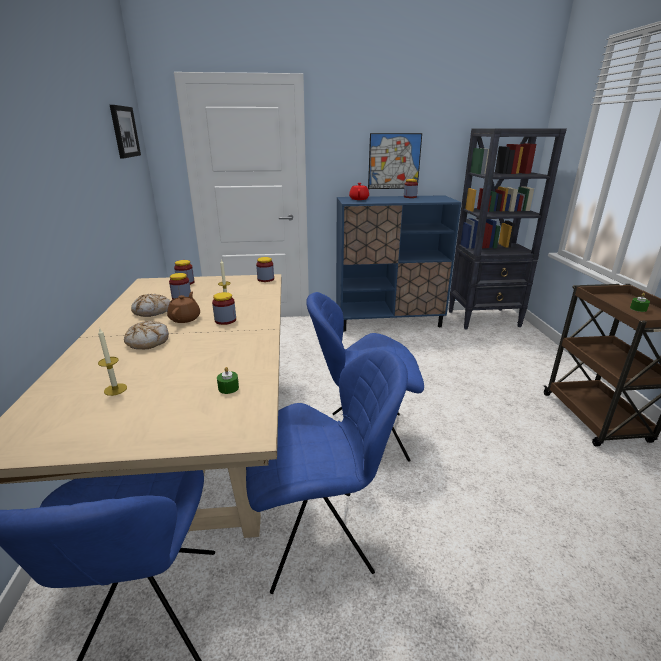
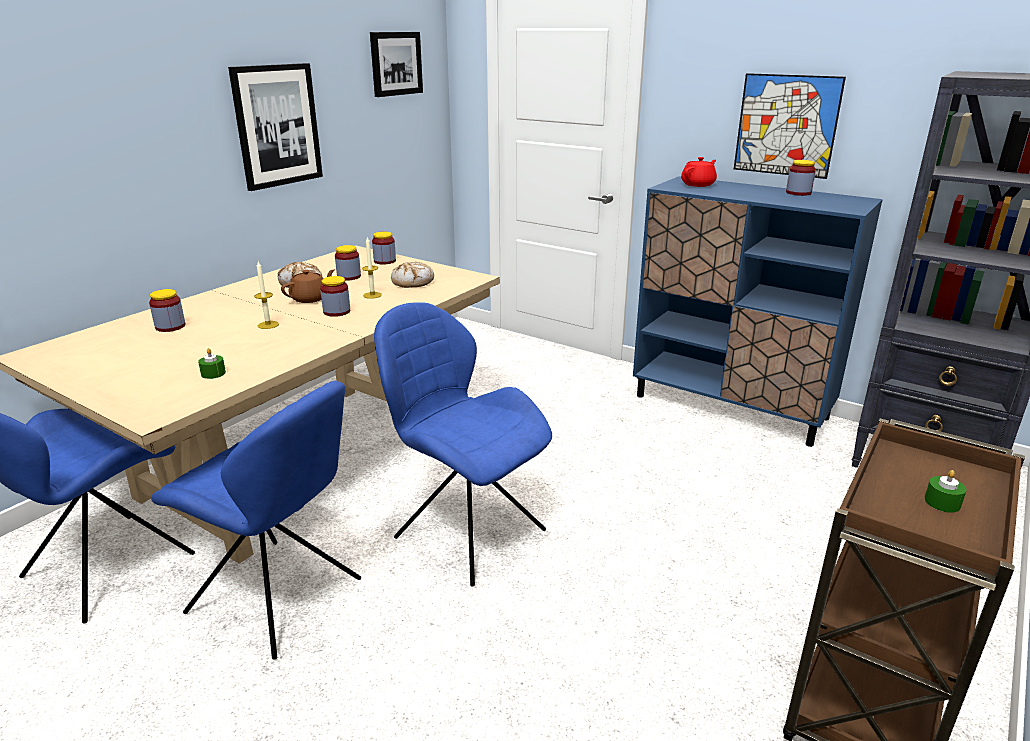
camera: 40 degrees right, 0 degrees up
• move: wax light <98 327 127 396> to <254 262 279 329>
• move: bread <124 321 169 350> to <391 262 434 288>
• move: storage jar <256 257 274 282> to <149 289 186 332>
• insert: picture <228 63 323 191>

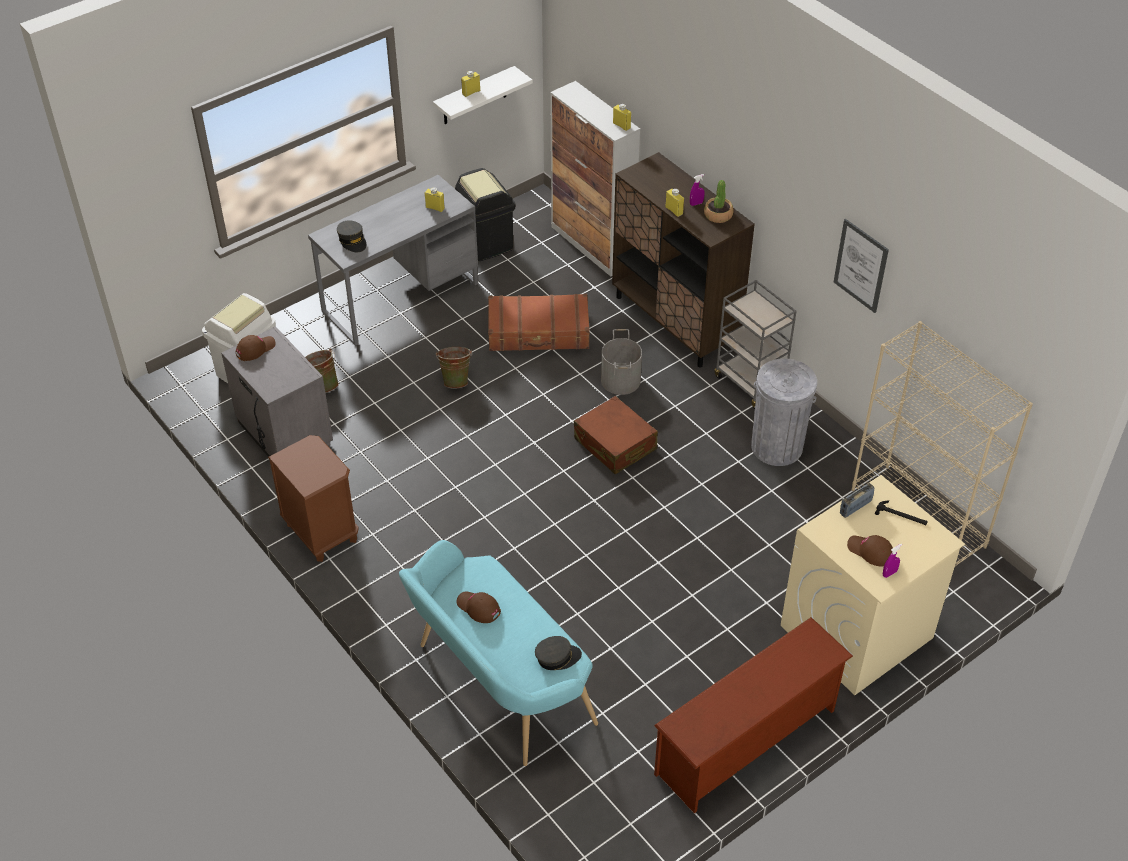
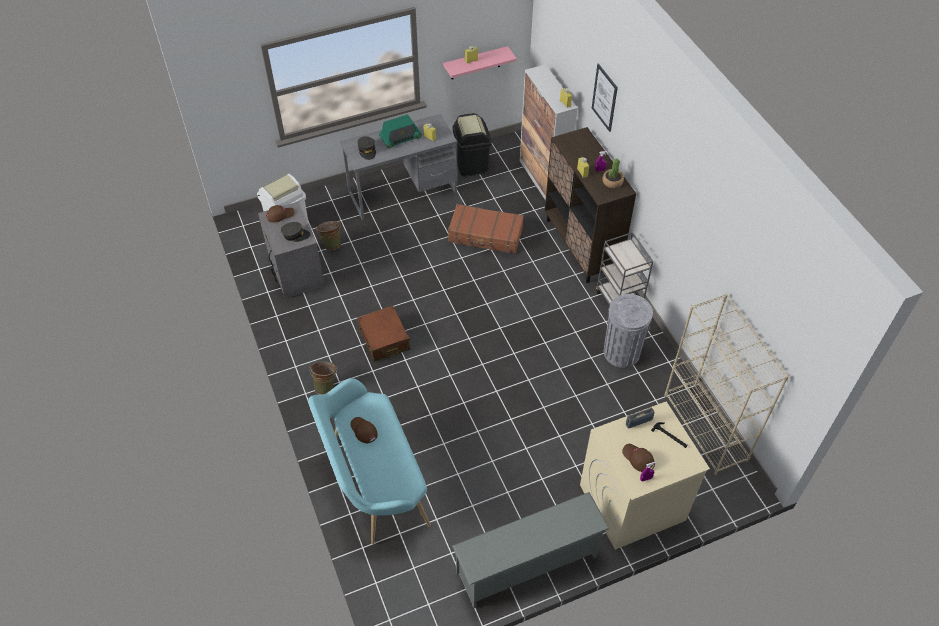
camera: 15 degrees right, 5 degrees up
• delete: brownish bedside table <268 435 359 562>
• recolor: whitish bracket shelf <433 66 533 124> to pinkish bracket shelf <443 46 517 79>
• move: green water bucket <436 347 472 389> to <309 361 337 394>
• move: grey cap <535 636 582 670> to <281 222 310 242>
• move: brownish piece of luggage <574 396 658 474> to <357 305 411 362>
• delete: grey water bucket <601 329 642 395>
• recolor: brownish shoe stand <654 617 853 813> to grey shoe stand <452 492 610 608>
• move: picture <834 219 889 313> to <592 64 618 132>
• insert: radio receiver <379 114 422 148>

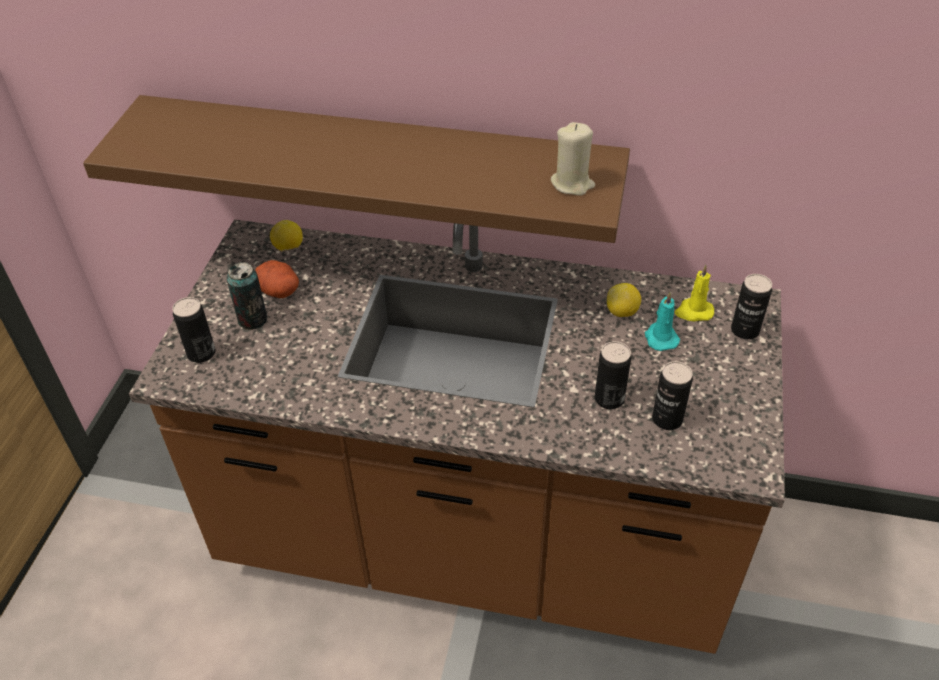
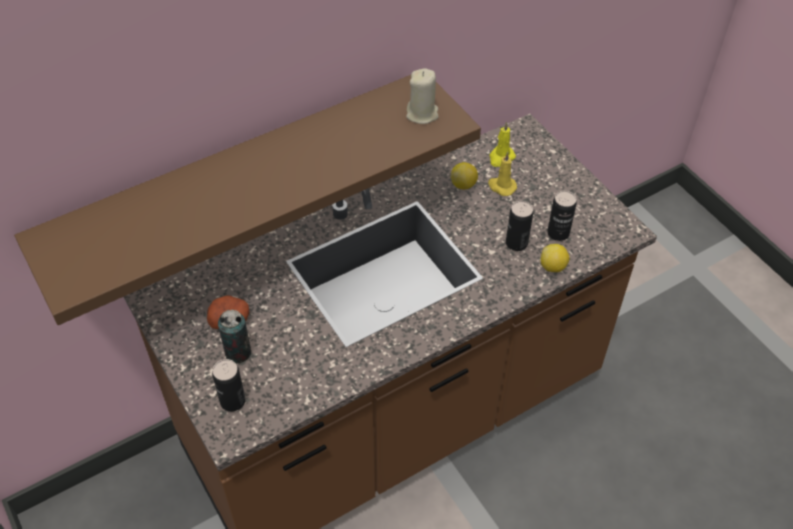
camera: 45 degrees left, 5 degrees up
• move: whole lemon <270 220 303 251> to <541 244 569 272>
• recolor: turquoise wax light <645 292 680 351> to yellowish wax light <488 152 517 196>
• delete: sealed can <731 274 772 339>

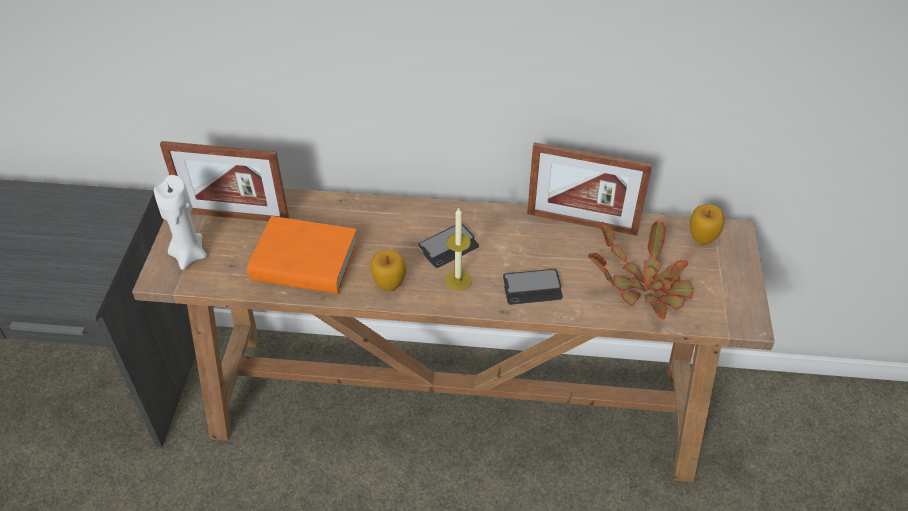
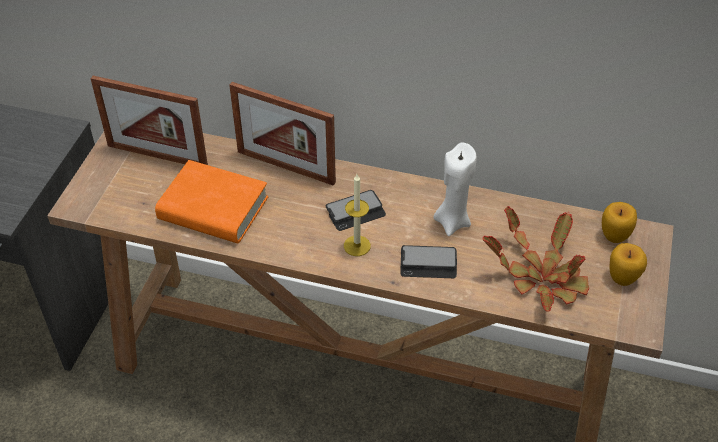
camera: 10 degrees right, 0 degrees up
• move: whitish wax light <154 175 207 270> to <433 143 476 236>
• move: whole apple <371 249 406 292> to <609 243 647 286>
• move: standing frame <527 142 652 236> to <229 82 336 186>

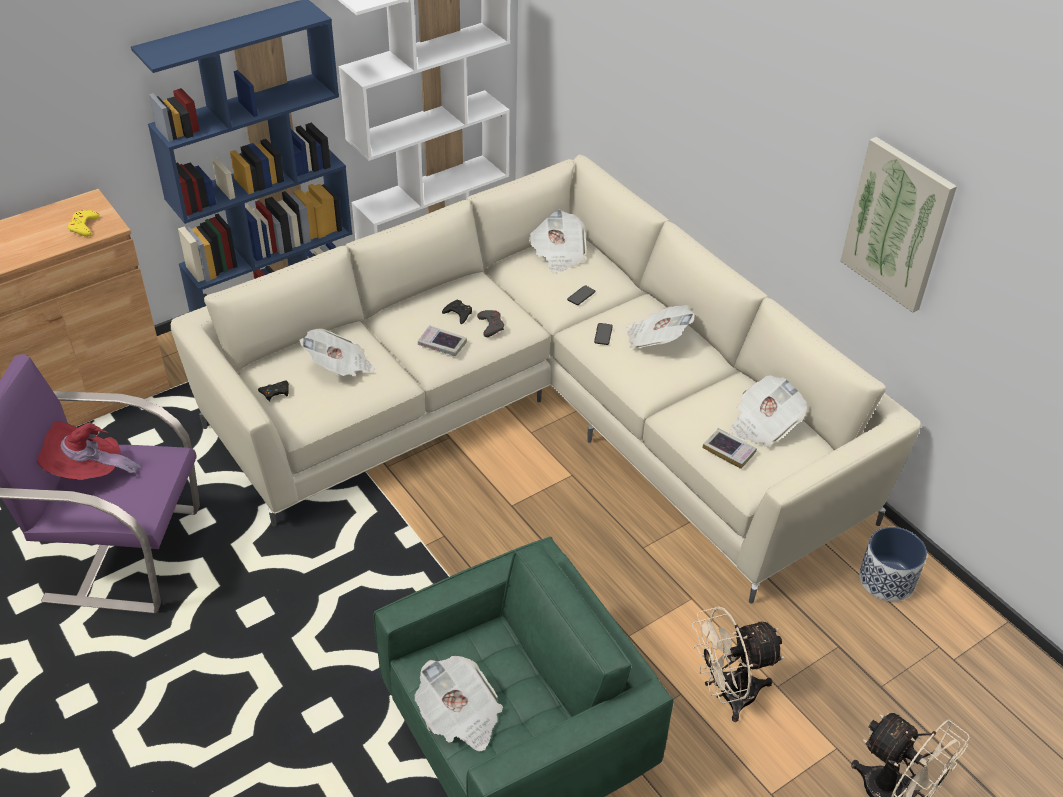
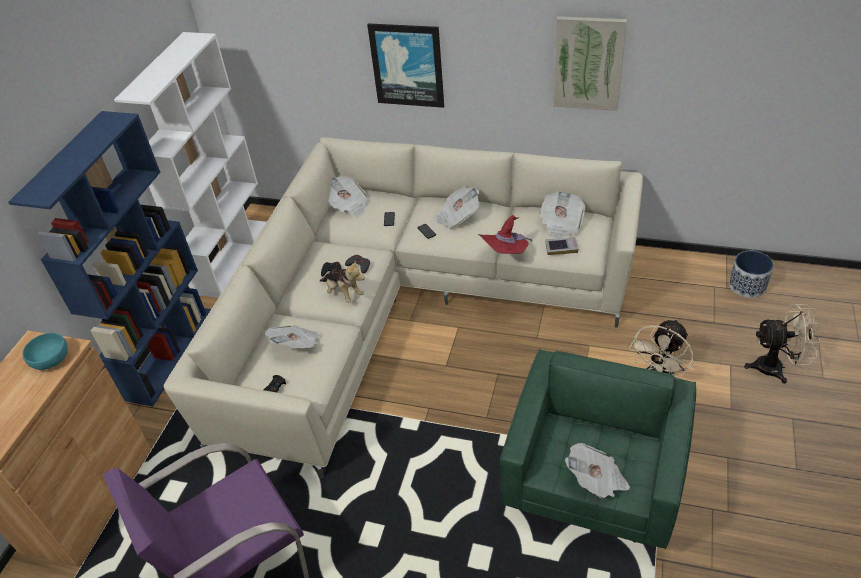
camera: 35 degrees left, 0 degrees up
• move: red-coloured wearable hat <37 421 141 480> to <478 215 533 254>
• replace: yellowish gamepad <68 210 99 237> to turquoise deep dish <22 333 68 370>
• replace: bound book <418 325 467 356> to soft toy <320 261 365 303>
• move: planter <859 527 927 601> to <729 251 774 298>
• insert: picture <367 23 444 108>

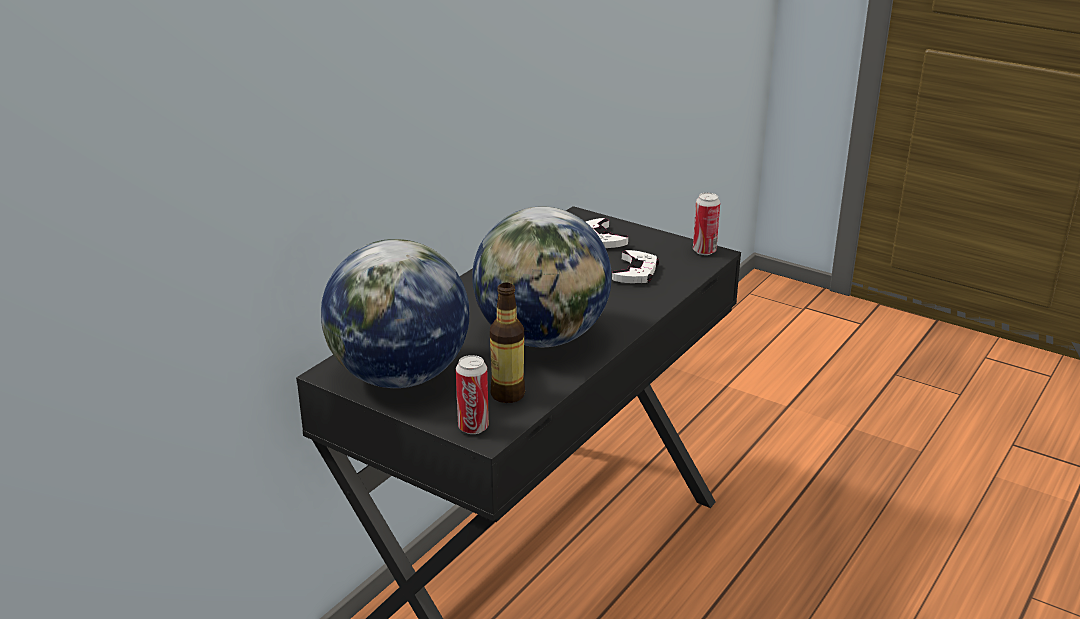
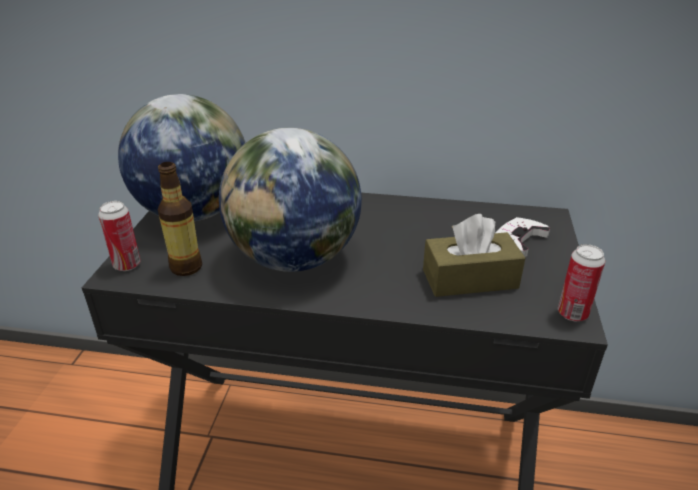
camera: 65 degrees right, 5 degrees up
• replace: whitish gamepad <612 250 659 283> to brownish tissue box <423 214 525 297>

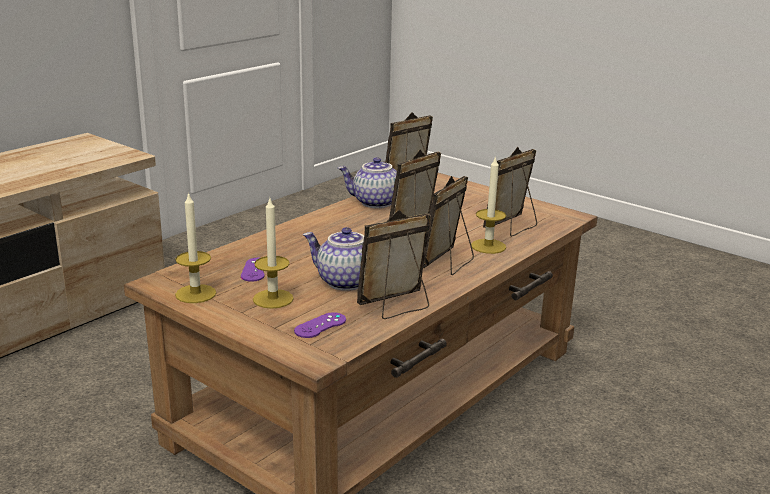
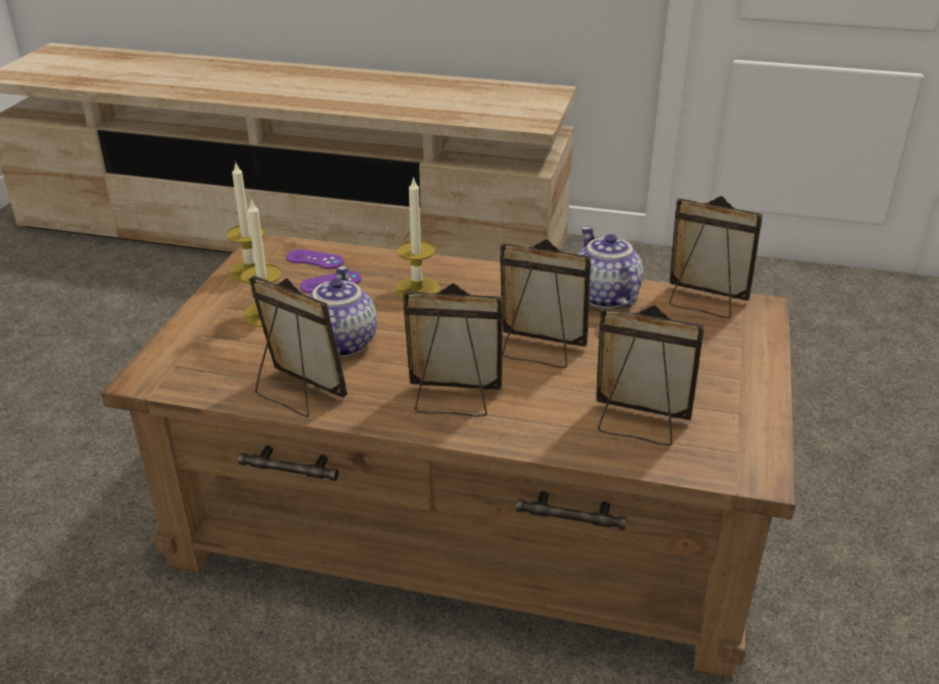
camera: 65 degrees right, 10 degrees up
• move: purple gamepad <294 312 346 338> to <286 249 344 269>
• move: wax light <471 156 506 254> to <395 176 440 298>

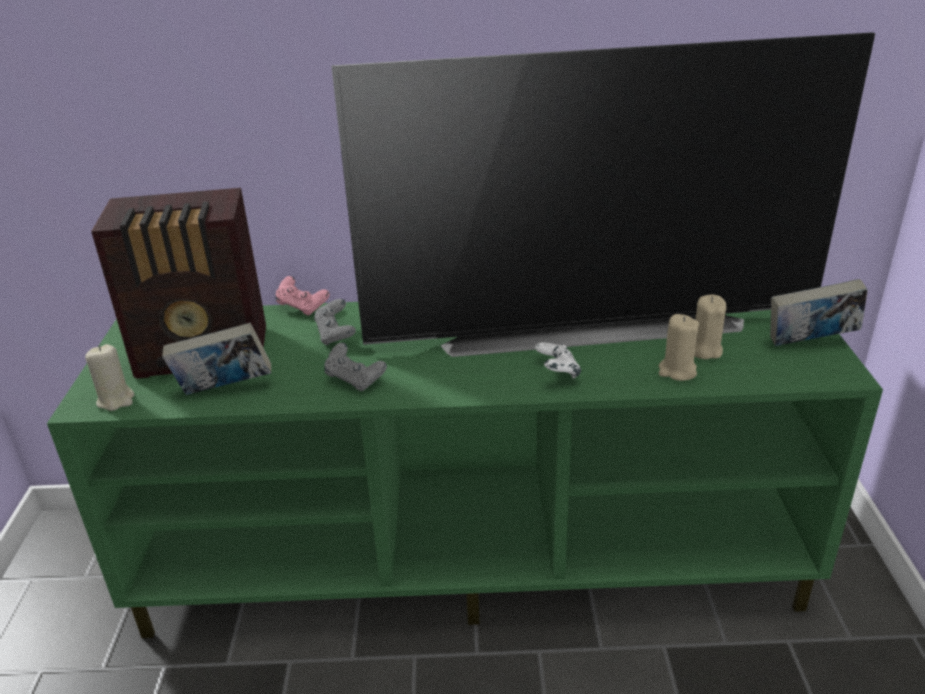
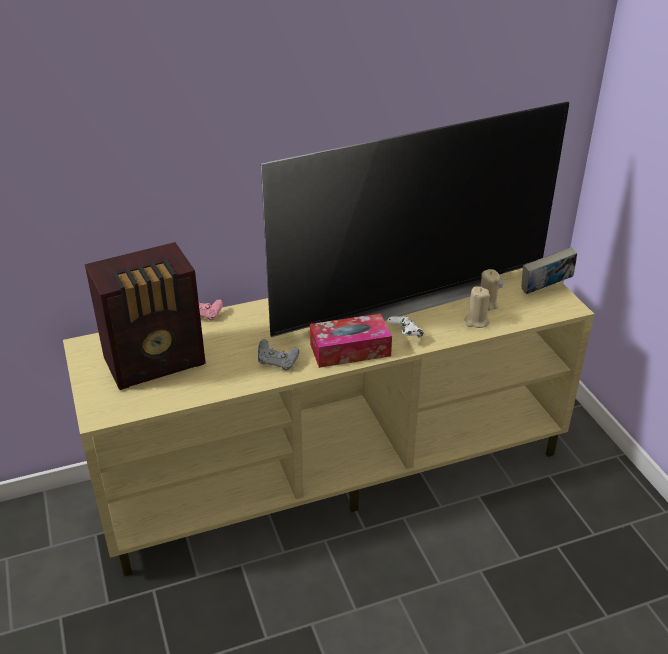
camera: 20 degrees left, 5 degrees up
• recolor: green media console <47 302 883 638> to beige media console <63 268 594 576>
• delete: beige wax light <85 344 135 411>
• delete: bound book <162 323 271 395>
• delete: grey gamepad <314 299 356 345>
• insert: tissue box <310 314 392 368>

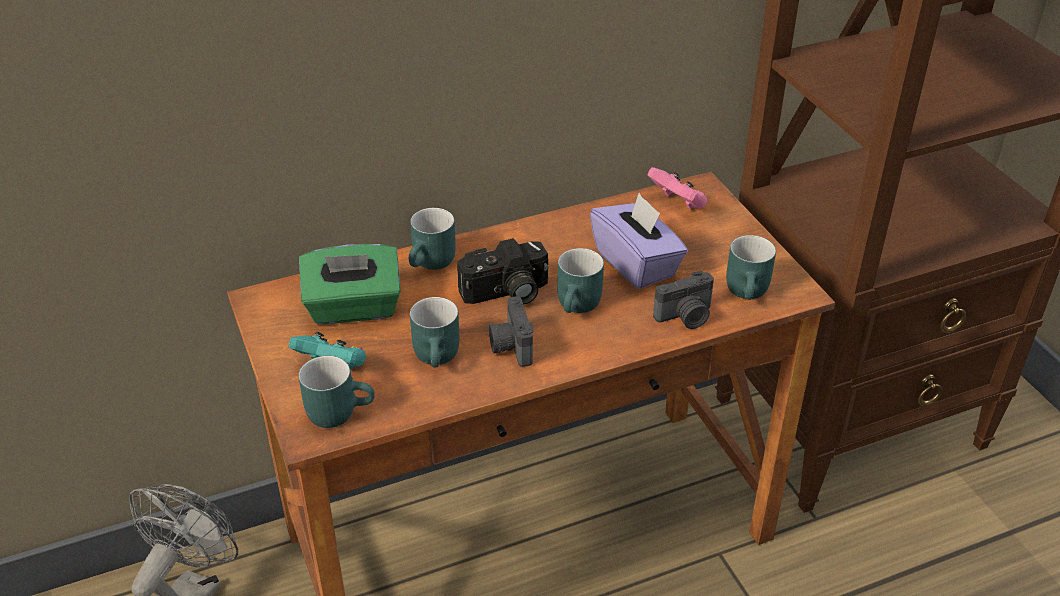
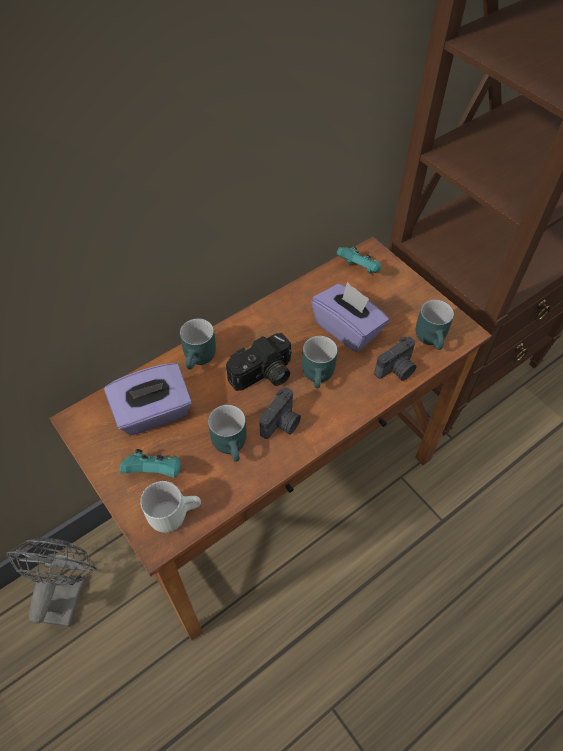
camera: 15 degrees left, 15 degrees up
• recolor: turquoise tea mug <298 356 375 428> to whitish tea mug <141 481 201 533>
• recolor: green tissue box <299 244 401 324> to purple tissue box <104 363 192 435>
• rotate: still camera <489 296 534 367> = <259 387 301 439> 120 degrees counterclockwise
• recolor: pinkish gamepad <647 167 707 210> to turquoise gamepad <336 246 382 274>

